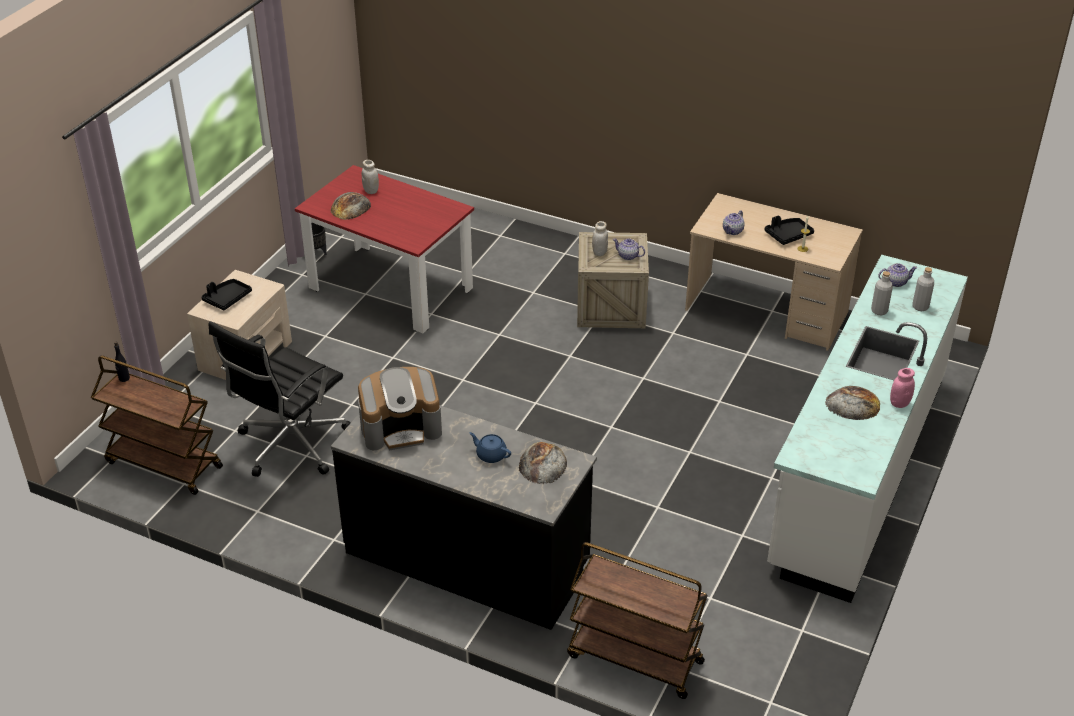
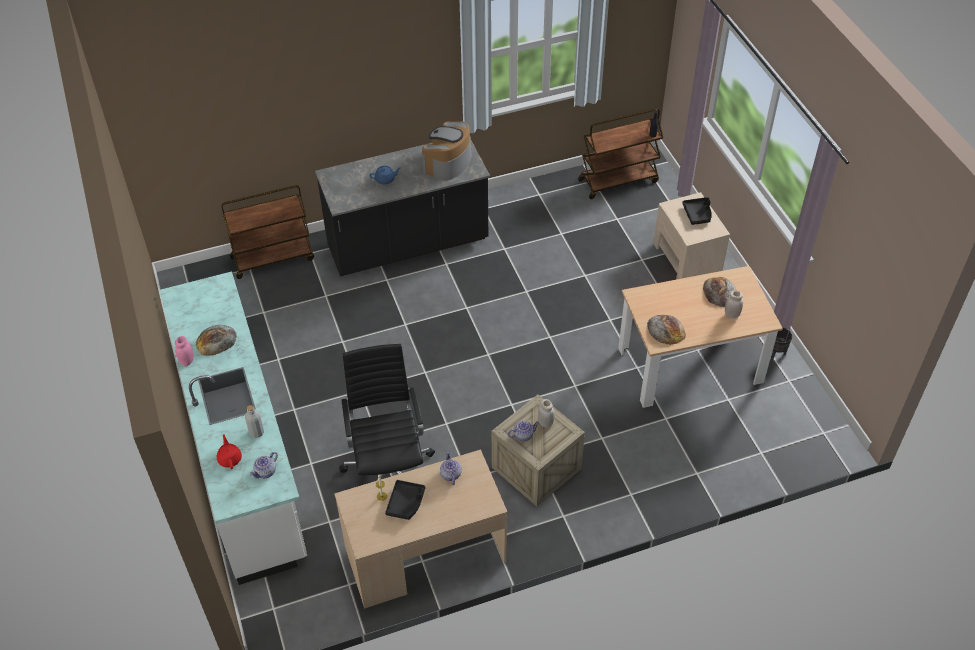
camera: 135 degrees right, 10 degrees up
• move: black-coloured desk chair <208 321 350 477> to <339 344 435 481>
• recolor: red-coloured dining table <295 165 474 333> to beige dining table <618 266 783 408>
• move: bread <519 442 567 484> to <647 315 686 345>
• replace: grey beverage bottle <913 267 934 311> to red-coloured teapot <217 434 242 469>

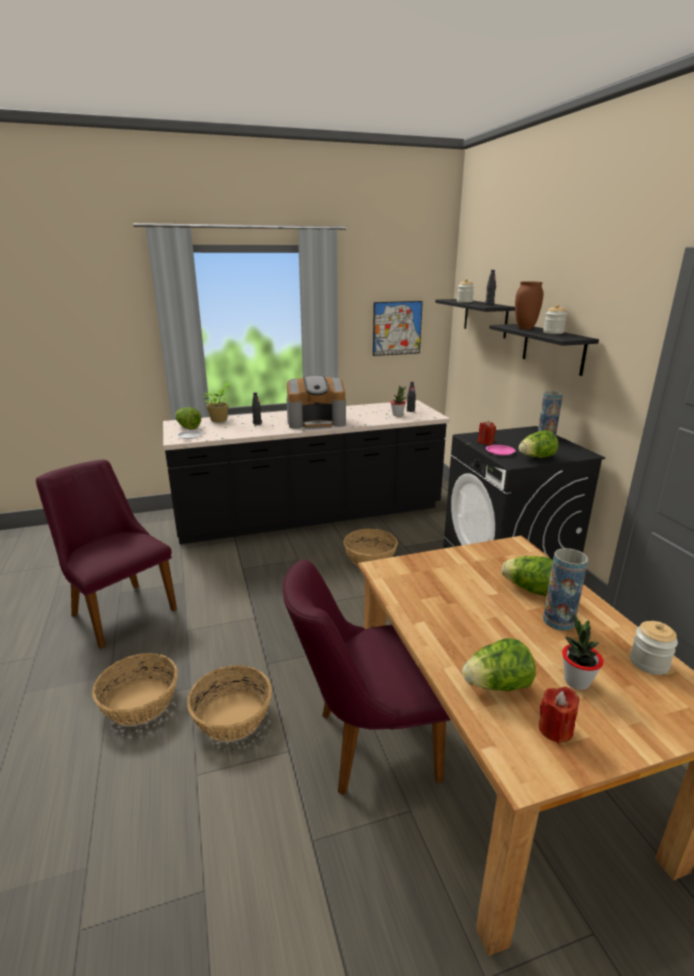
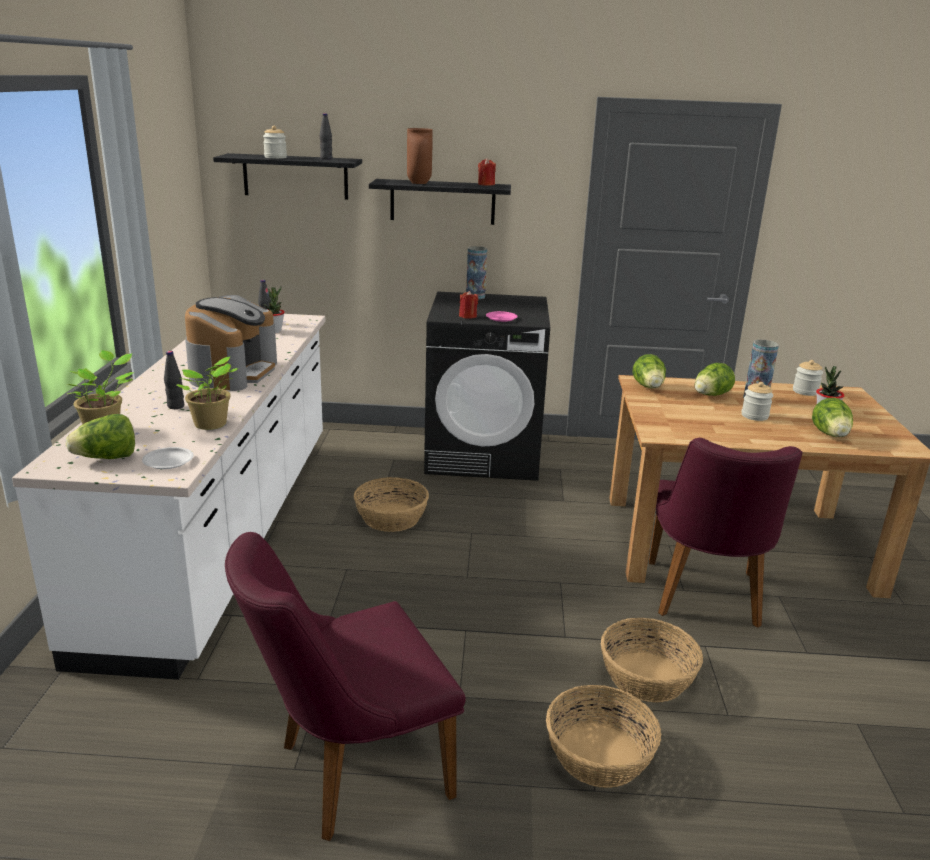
camera: 70 degrees left, 0 degrees up
• recolor: black-coloured counter <163 400 450 544> to whitish counter <12 314 325 680>
• delete: picture <373 301 423 356>
• move: lettuce head <519 430 558 458> to <633 354 666 388>
• move: red-coloured wax light <539 687 579 744> to <478 158 496 186>
• move: storage jar <543 304 567 334> to <741 382 773 421>
• insert: plant in a pot <177 356 239 430>

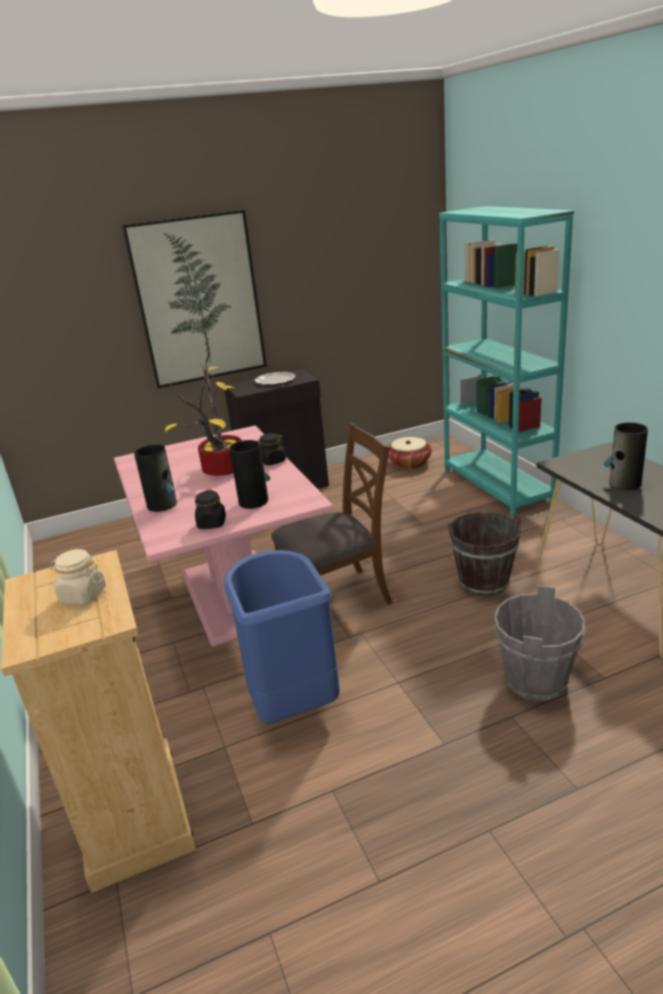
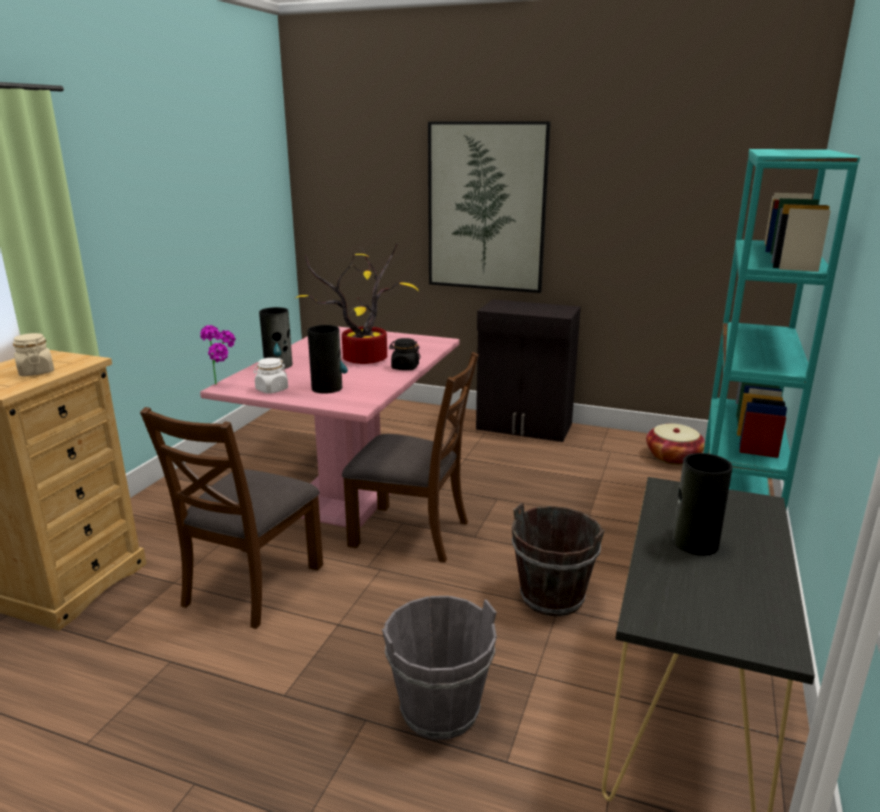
camera: 40 degrees right, 5 degrees down
• recolor: black-coloured storage jar <195 490 226 529> to whitish storage jar <254 358 288 394>
• replace: bluish rubbish bin <224 550 340 723> to brownish chair <140 407 323 629>
• delete: dinner plate <255 372 296 386>
• insert: plant in a pot <200 325 236 385>

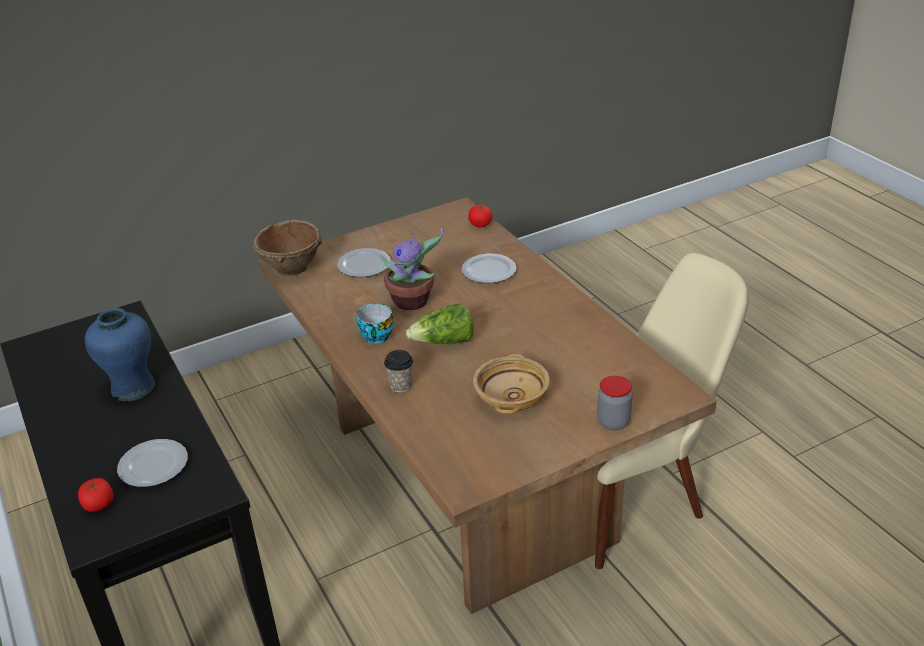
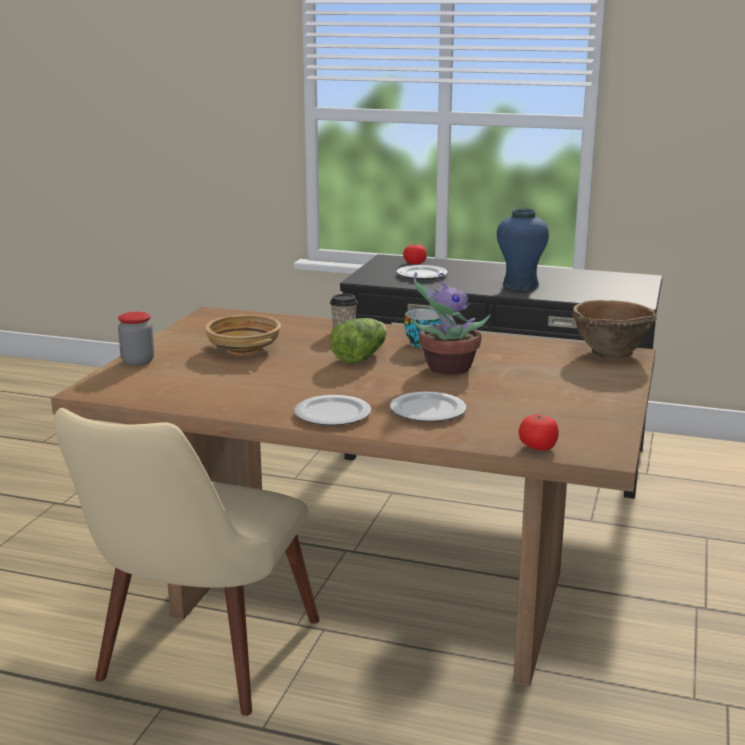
camera: 135 degrees right, 15 degrees down
• move: dinner plate <337 248 391 277> to <294 395 371 425>

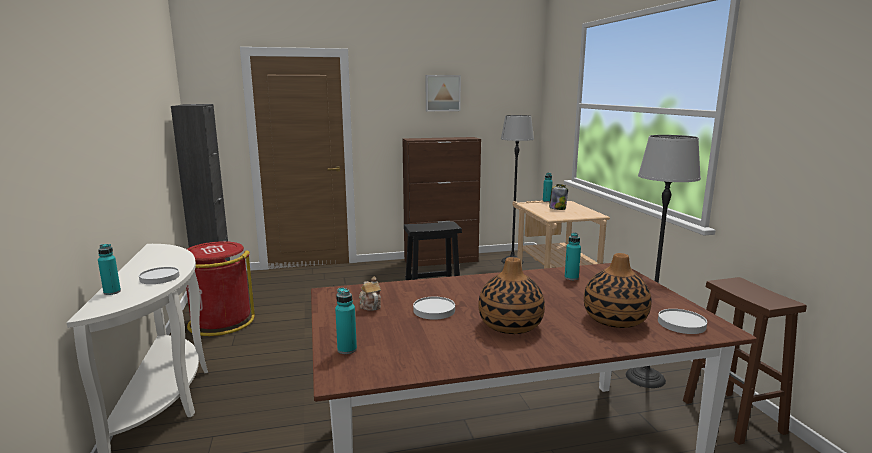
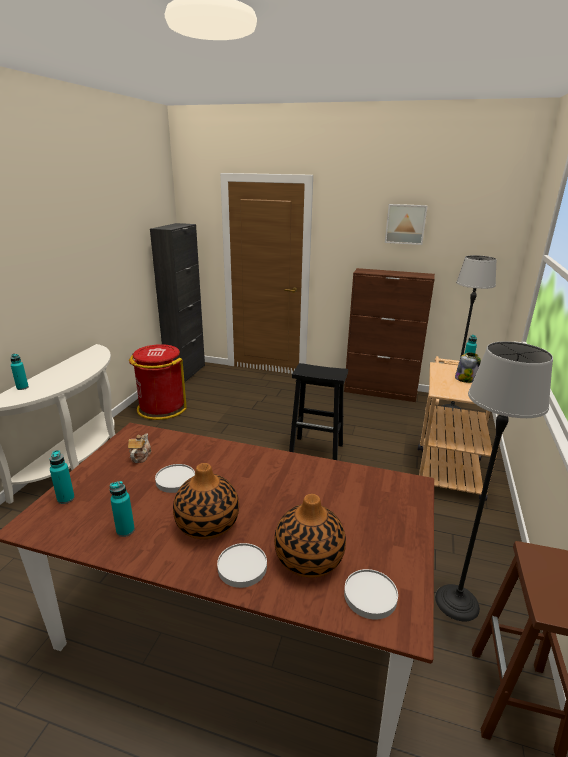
camera: 30 degrees right, 10 degrees up
• move: whitish dinner plate <139 267 179 284> to <217 543 267 588>
• move: turquoise beverage bottle <565 233 581 280> to <110 481 135 537>

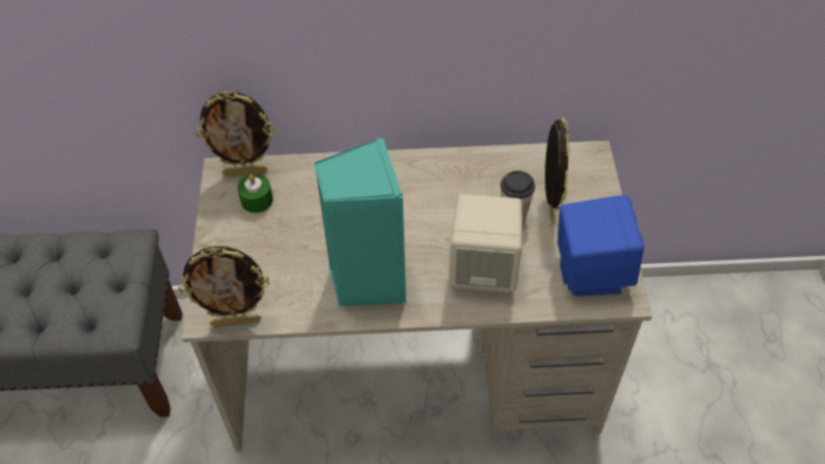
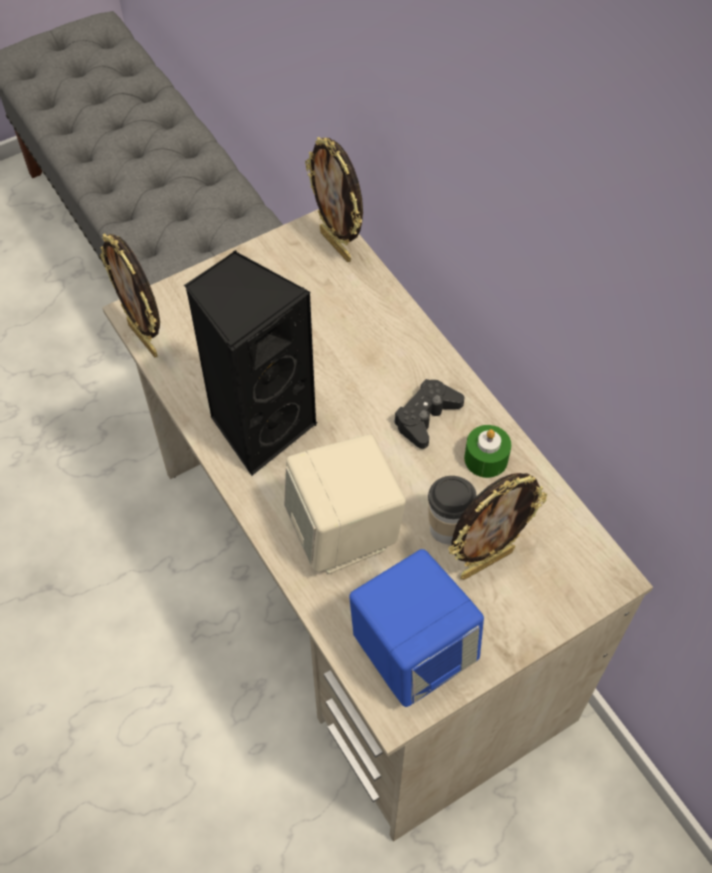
camera: 60 degrees right, 5 degrees up
• move: green wax light <237 174 273 213> to <464 425 511 478>
• recolor: turquoise loudspeaker <314 137 406 307> to black-coloured loudspeaker <184 250 318 476>
• insert: black-coloured gamepad <394 379 464 449>

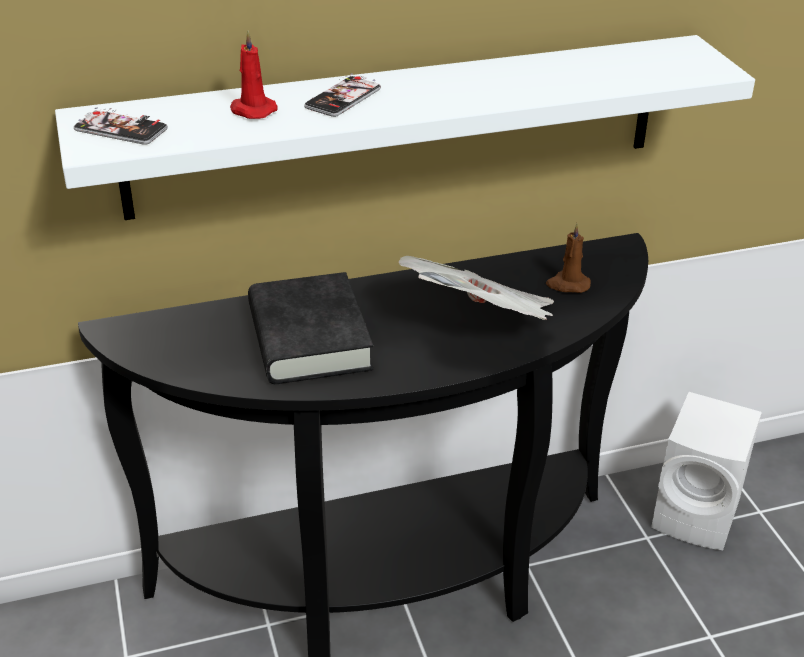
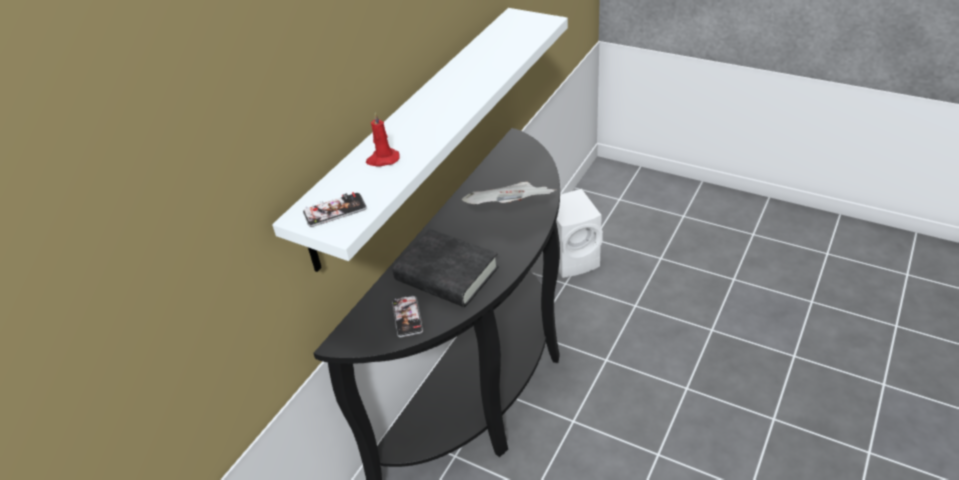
camera: 40 degrees left, 5 degrees up
• move: phone <304 73 381 117> to <392 296 423 337>
• delete: brownish wax light <546 223 591 293>

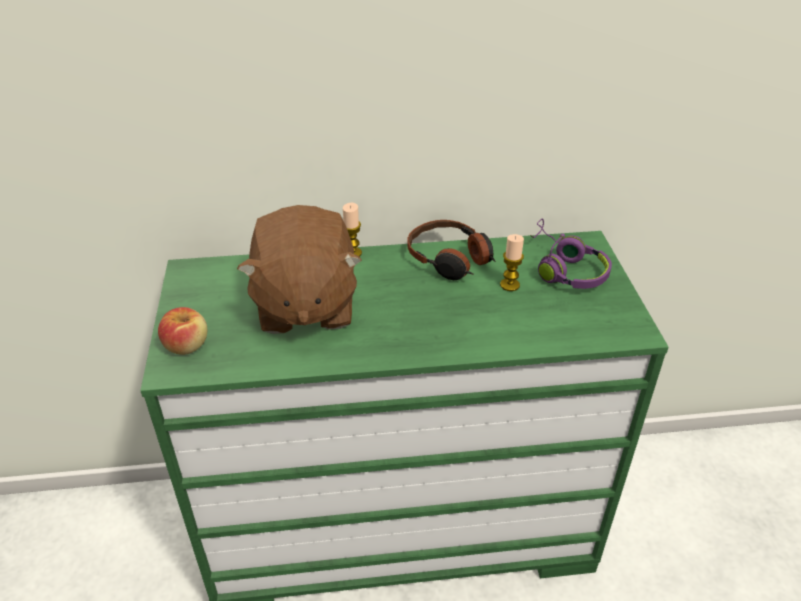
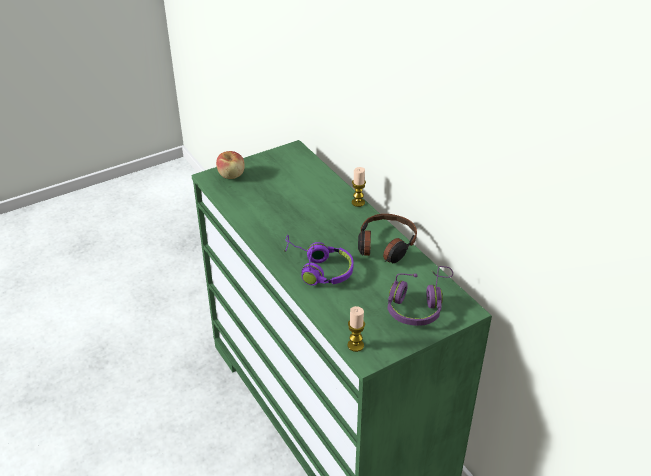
camera: 65 degrees right, 0 degrees up
• delete: brownish soft toy <237 205 362 334>
• move: wax light <500 234 524 291> to <348 306 365 352>
• insert: purple headphones <284 235 354 286>

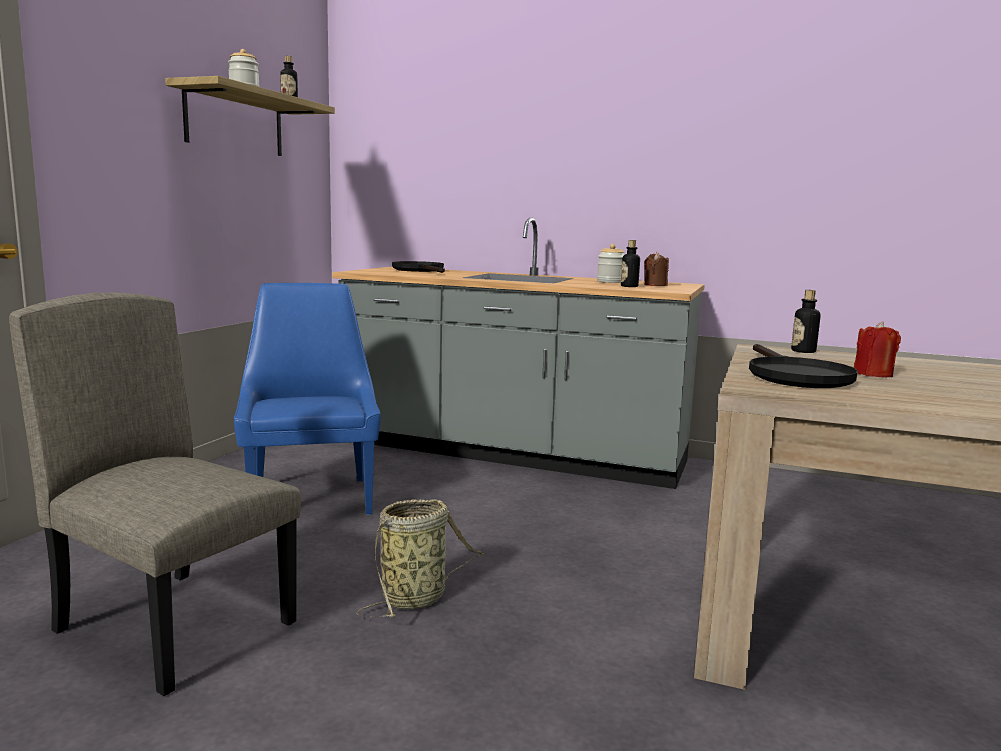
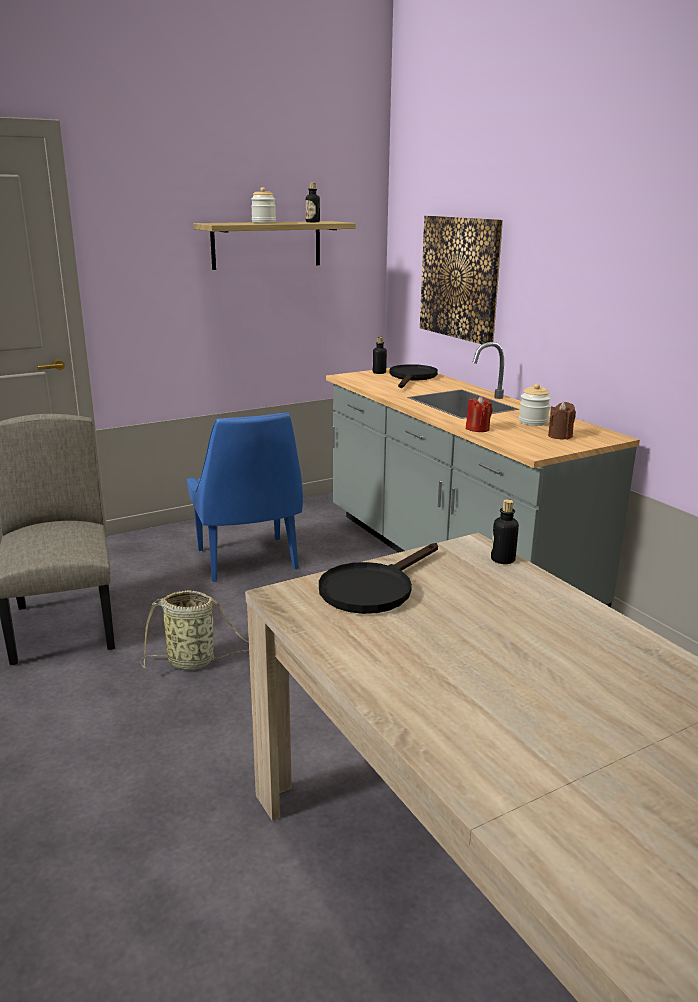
camera: 40 degrees right, 10 degrees up
• rotate: bluish chair <234 283 381 515> = <187 413 303 582> 135 degrees clockwise
• move: beverage bottle <621 240 640 287> to <373 337 387 374>
• move: red-coloured wax light <854 321 901 378> to <466 396 493 432>
• insert: picture <420 216 503 344>

